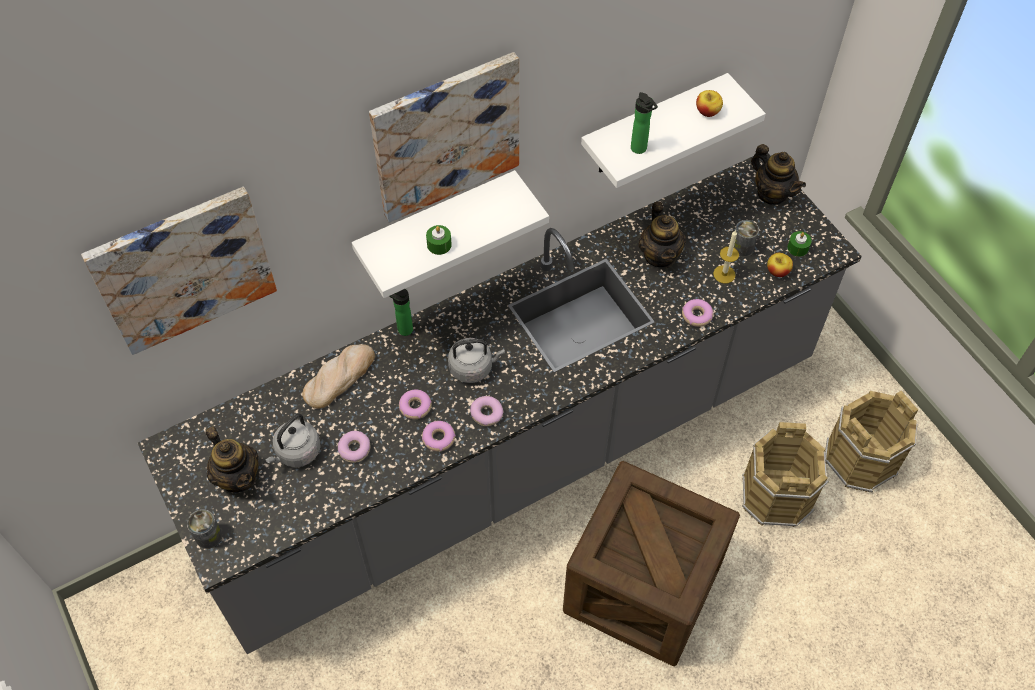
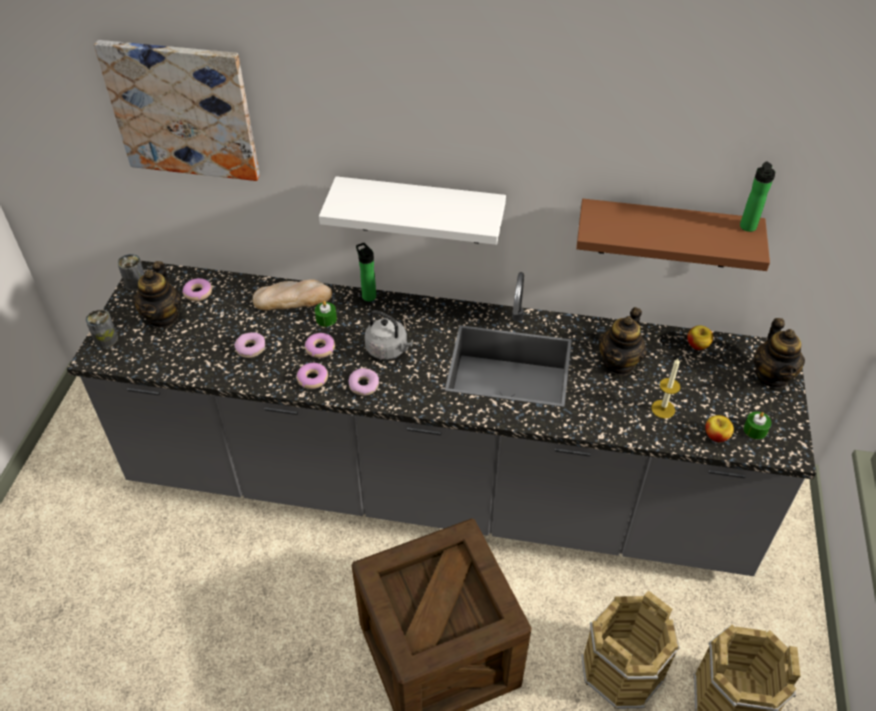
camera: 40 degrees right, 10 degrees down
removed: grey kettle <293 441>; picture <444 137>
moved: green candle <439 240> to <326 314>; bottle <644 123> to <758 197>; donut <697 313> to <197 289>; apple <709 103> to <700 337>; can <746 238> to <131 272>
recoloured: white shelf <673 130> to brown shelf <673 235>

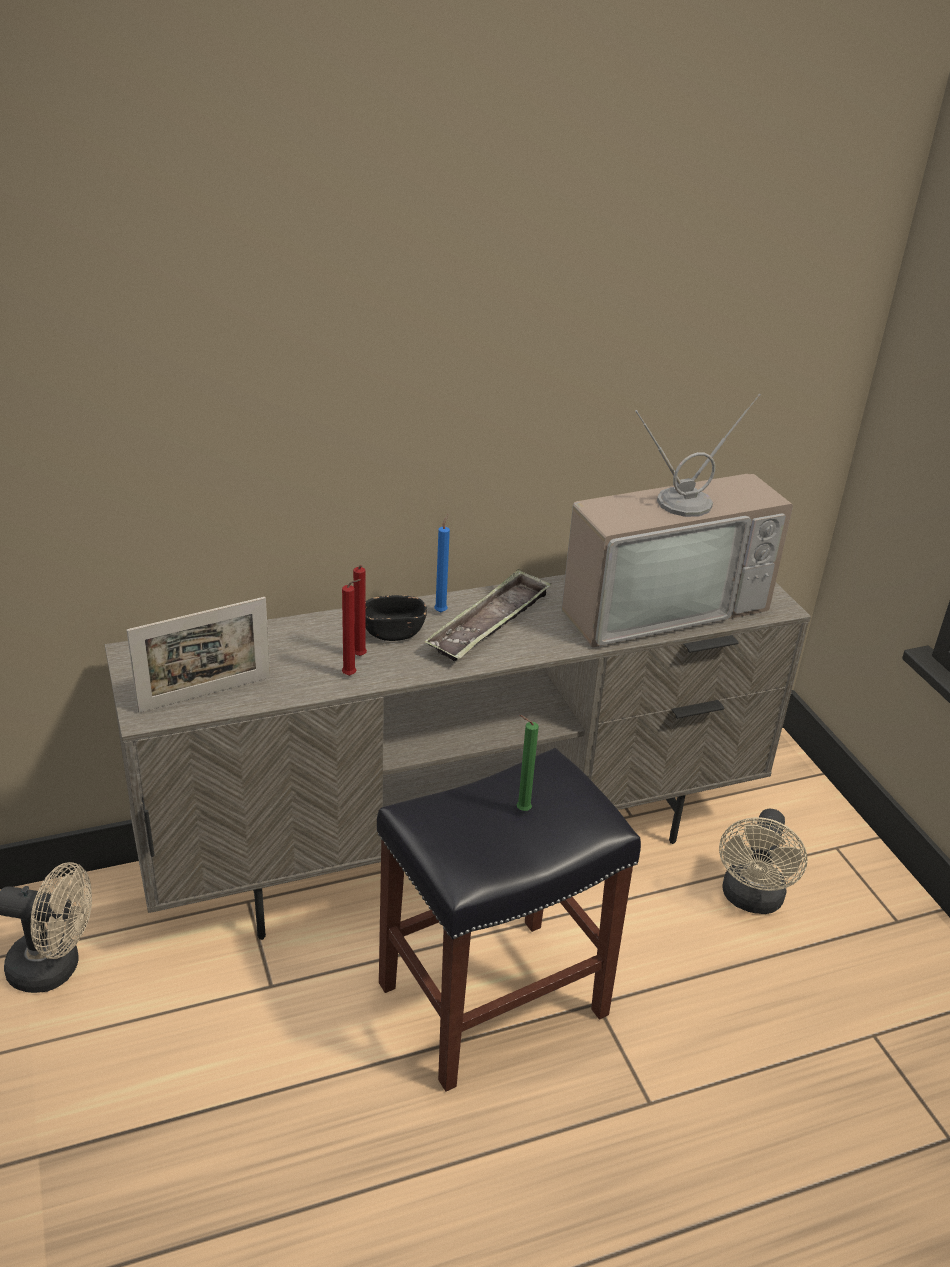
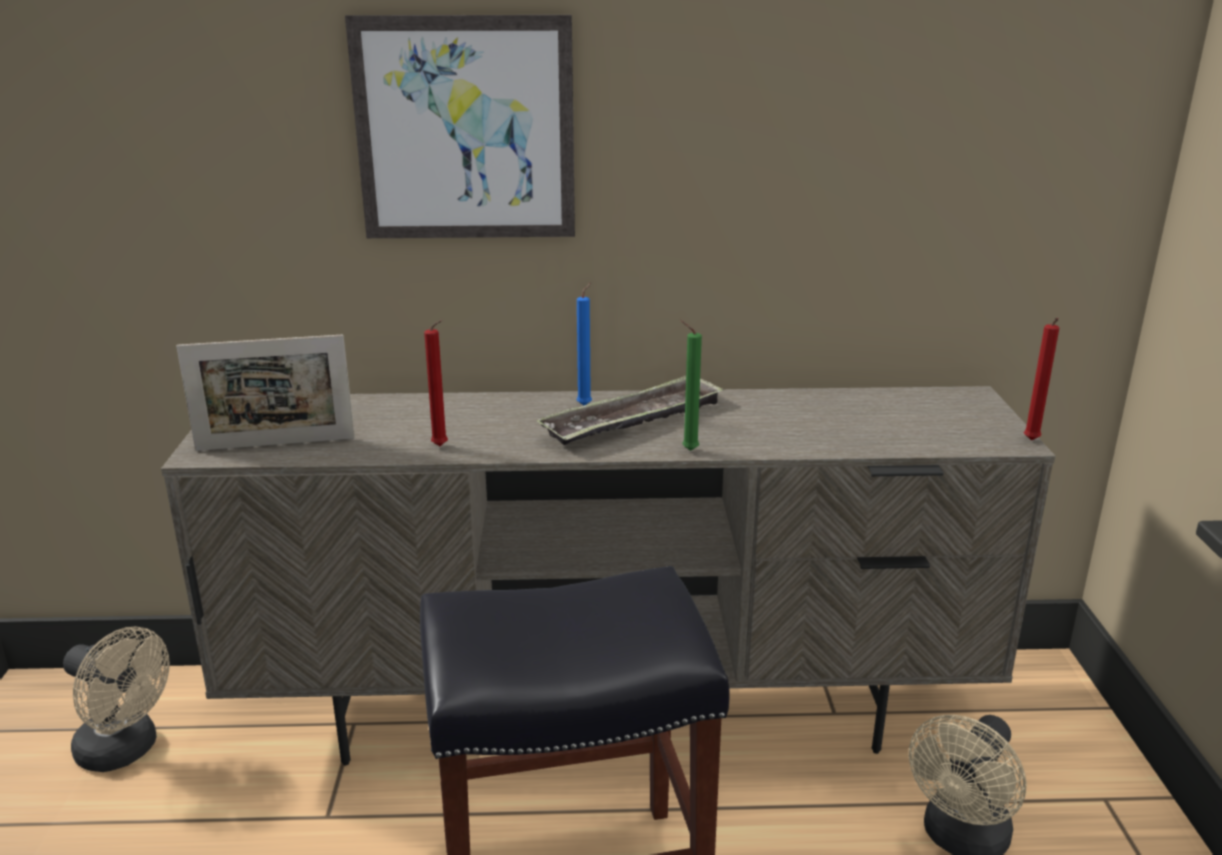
camera: 20 degrees right, 10 degrees down
removed: black bowl <396 618>; television <677 520>
added: picture <460 126>
moved: red candle <360 610> to <1041 378>; green candle <528 763> to <691 385>

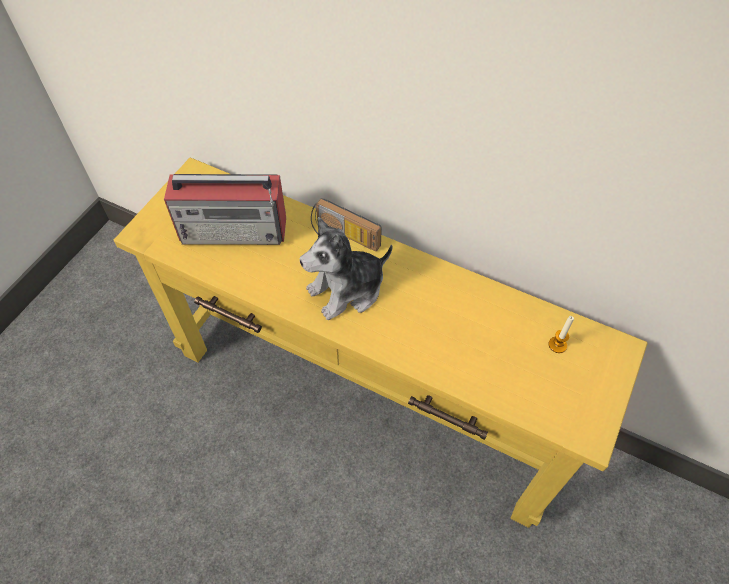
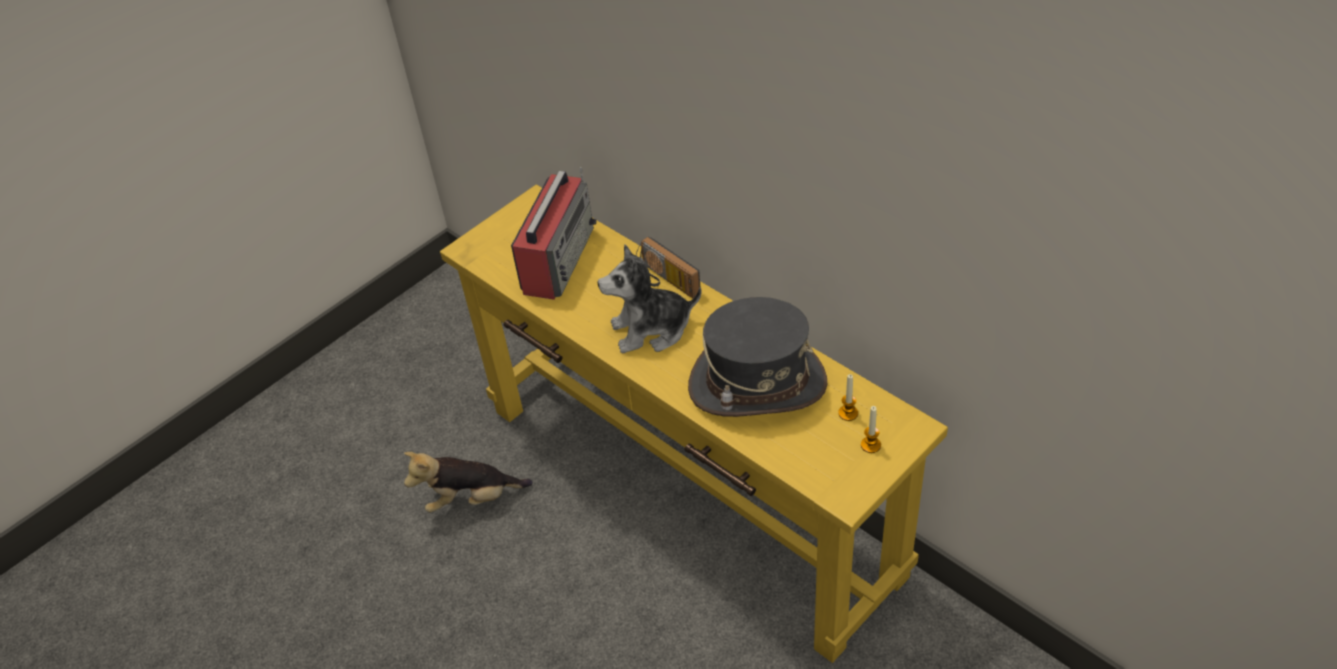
camera: 20 degrees right, 10 degrees down
added: plush toy <468 482>; grey hat <758 357>; candle <871 429>
turned: radio <225 209> = <554 233> 90 degrees counterclockwise

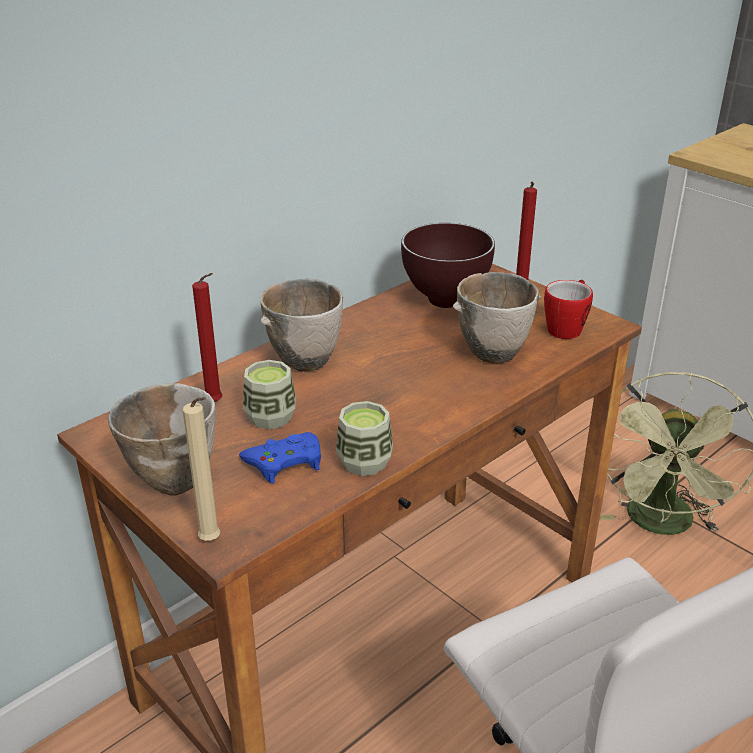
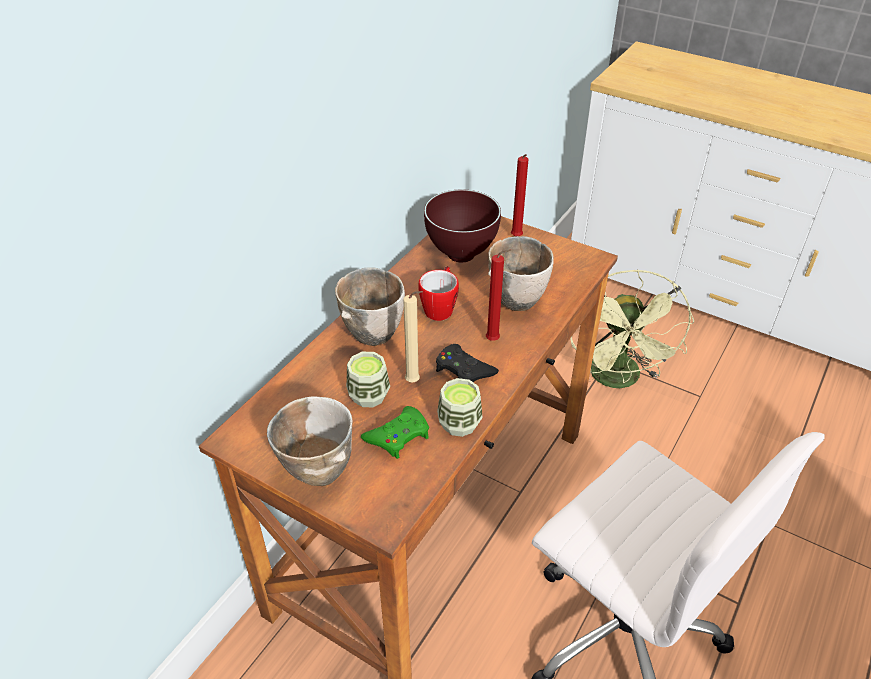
camera: 15 degrees left, 10 degrees up
added: black game controller <467 363>
moved: beige candle <201 469> to <413 337>; red candle <207 337> to <499 295>; mug <568 309> to <439 293>
recoloured: blue game controller <280 458> to green game controller <395 432>

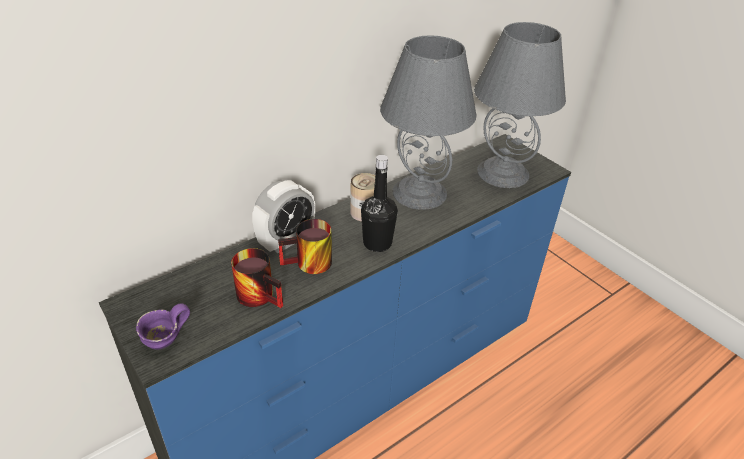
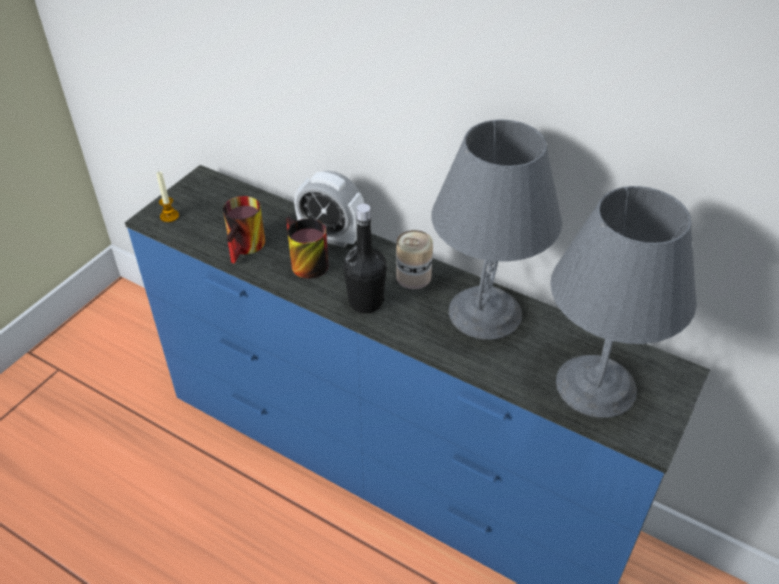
camera: 70 degrees right, 5 degrees up
replaced: purple mug <163 326> to candle <167 197>

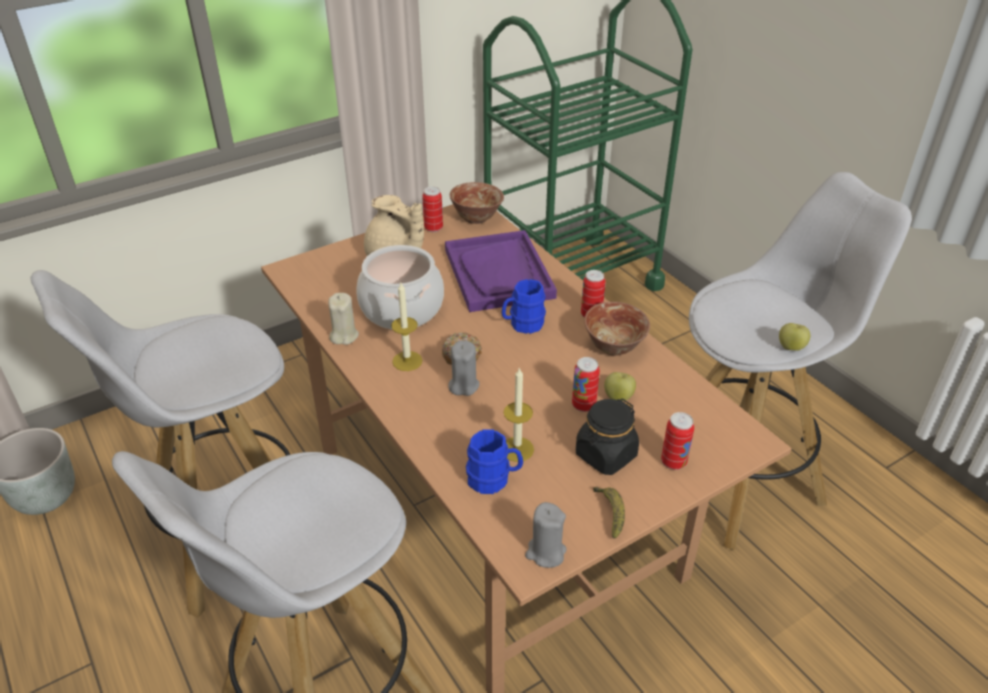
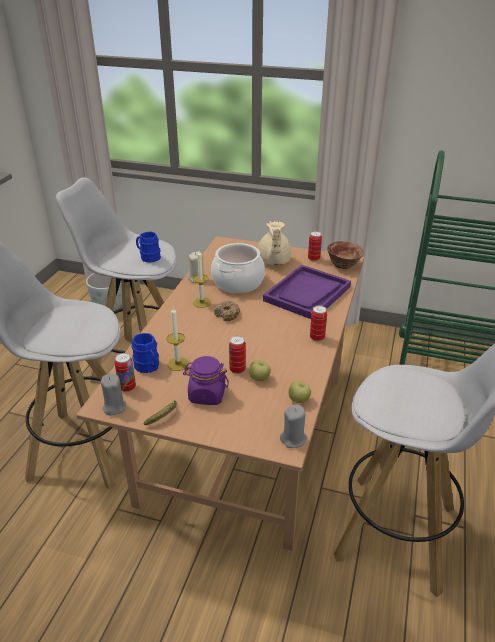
camera: 50 degrees right, 5 degrees down
removed: bowl <617 329>
moved: grey candle <464 368> to <293 426>; blue mug <524 306> to <148 247>; can <677 441> to <125 372>; apple <794 337> to <300 392>
recoloured: black jar <607 437> to purple jar <206 380>

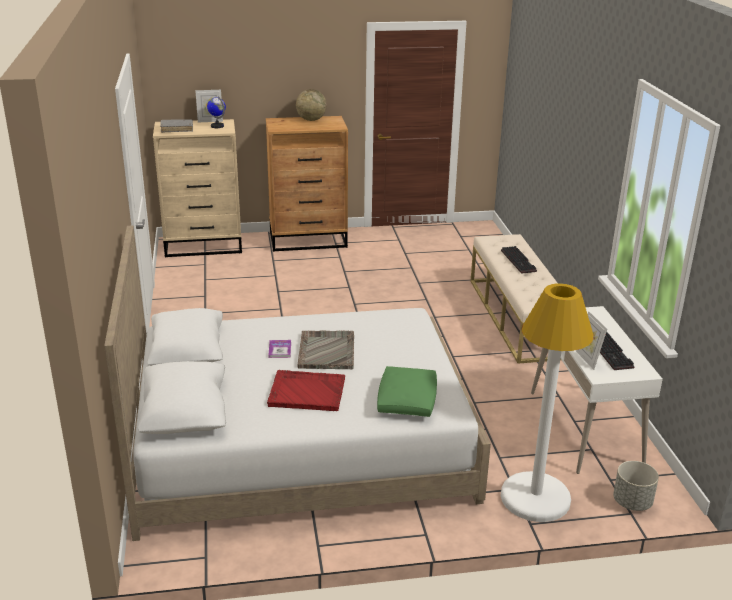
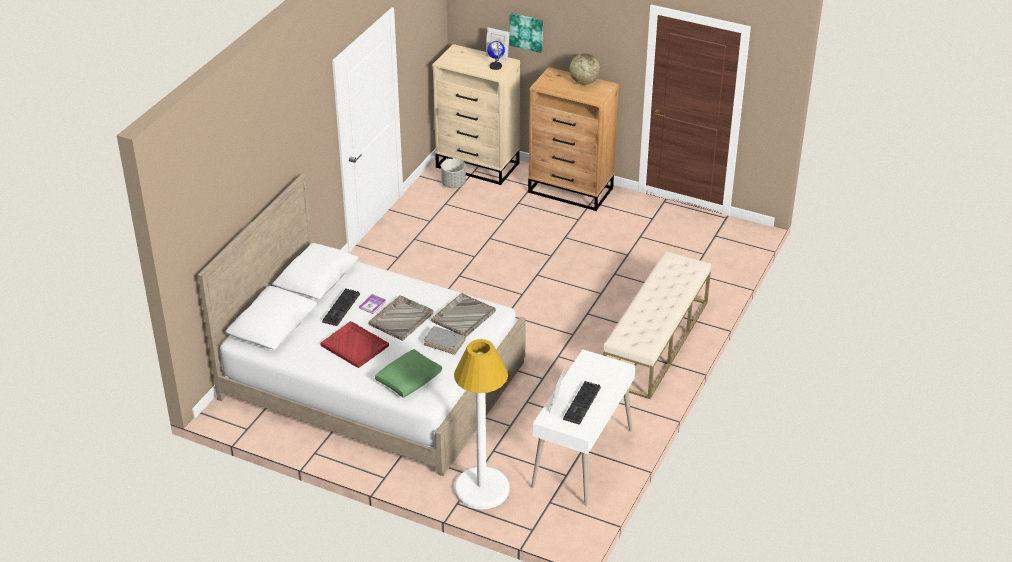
camera: 35 degrees right, 10 degrees up
added: grey tray <463 315>; picture <526 33>
moved: grey book <176 126> to <444 340>; keyboard <519 260> to <341 307>; grey planter <636 486> to <453 173>

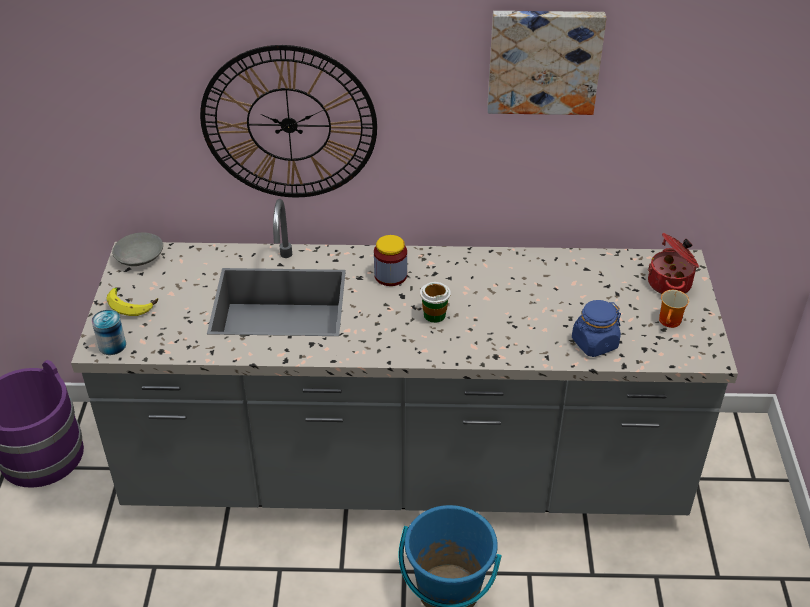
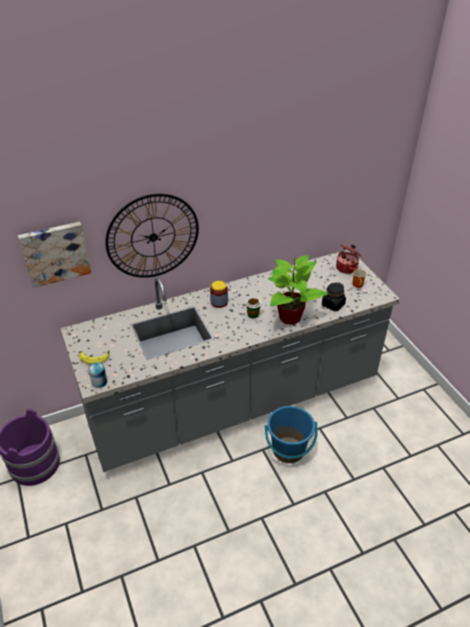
camera: 25 degrees left, 0 degrees up
removed: grey bowl <137 249>
added: potted plant <298 290>
moved: picture <546 63> to <54 255>
recoloured: blue jar <596 328> to black jar <334 296>

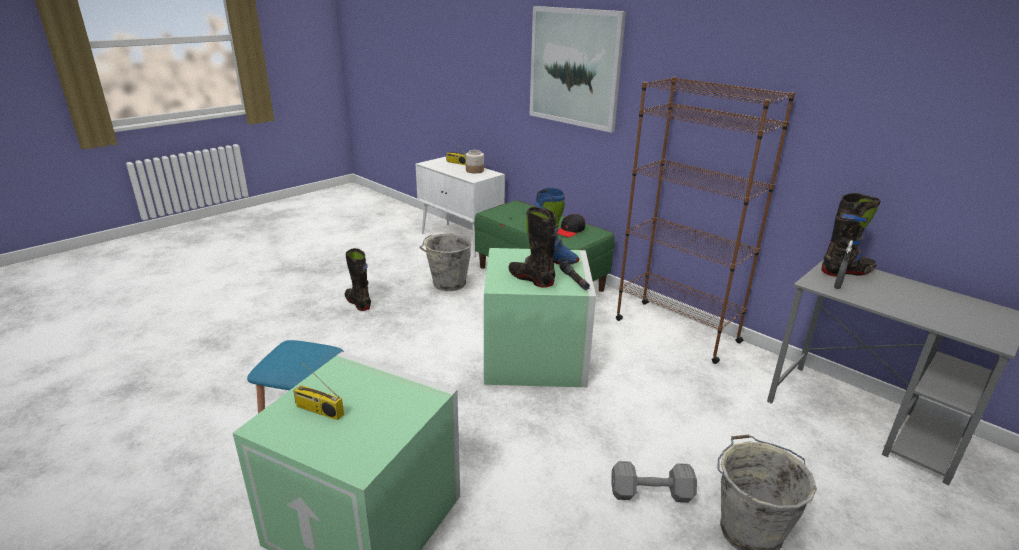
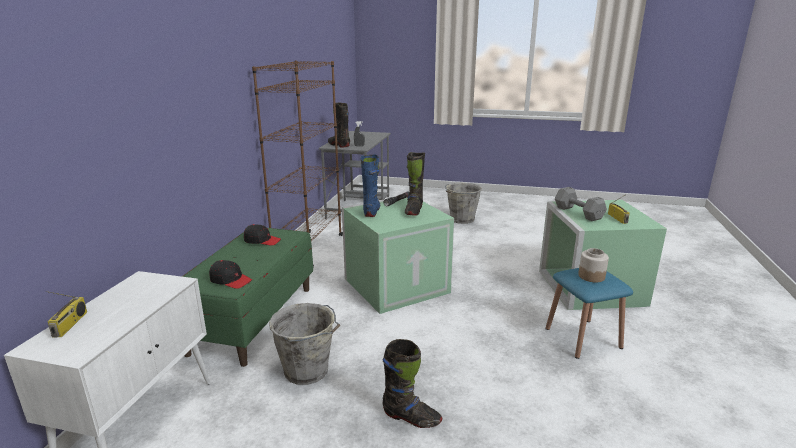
camera: 120 degrees left, 5 degrees down
removed: picture <578 69>
added: black cap <230 274>
moved: jar <475 161> to <593 265>; grey dumbbell <654 482> to <581 204>
turned: black boot <358 279> = <412 383> 90 degrees counterclockwise

